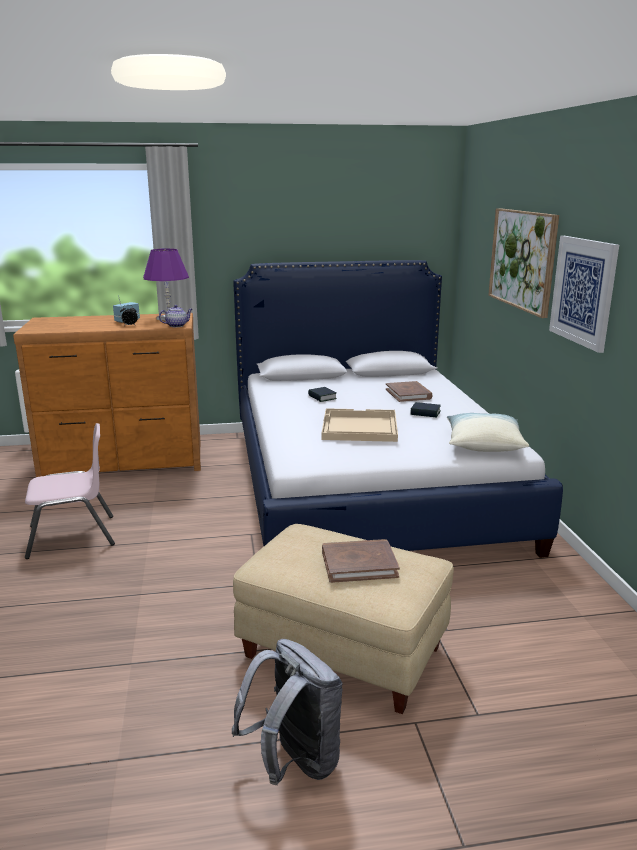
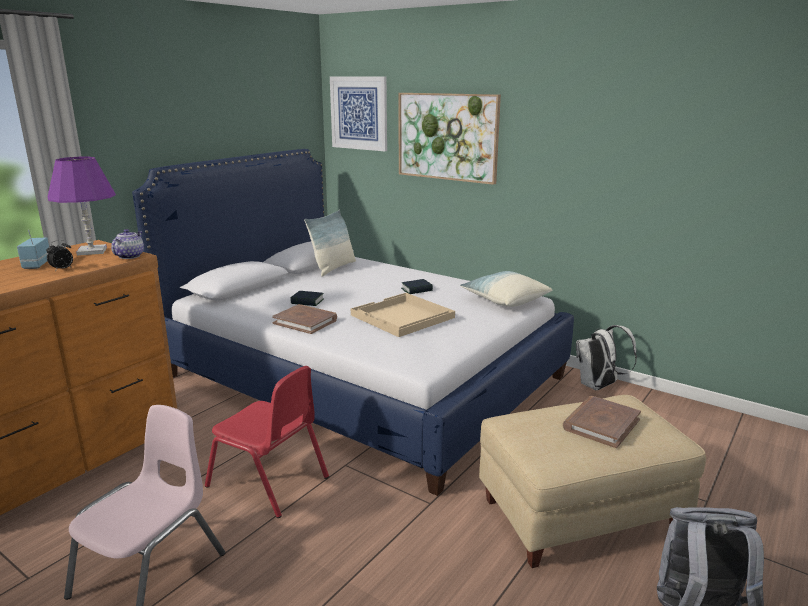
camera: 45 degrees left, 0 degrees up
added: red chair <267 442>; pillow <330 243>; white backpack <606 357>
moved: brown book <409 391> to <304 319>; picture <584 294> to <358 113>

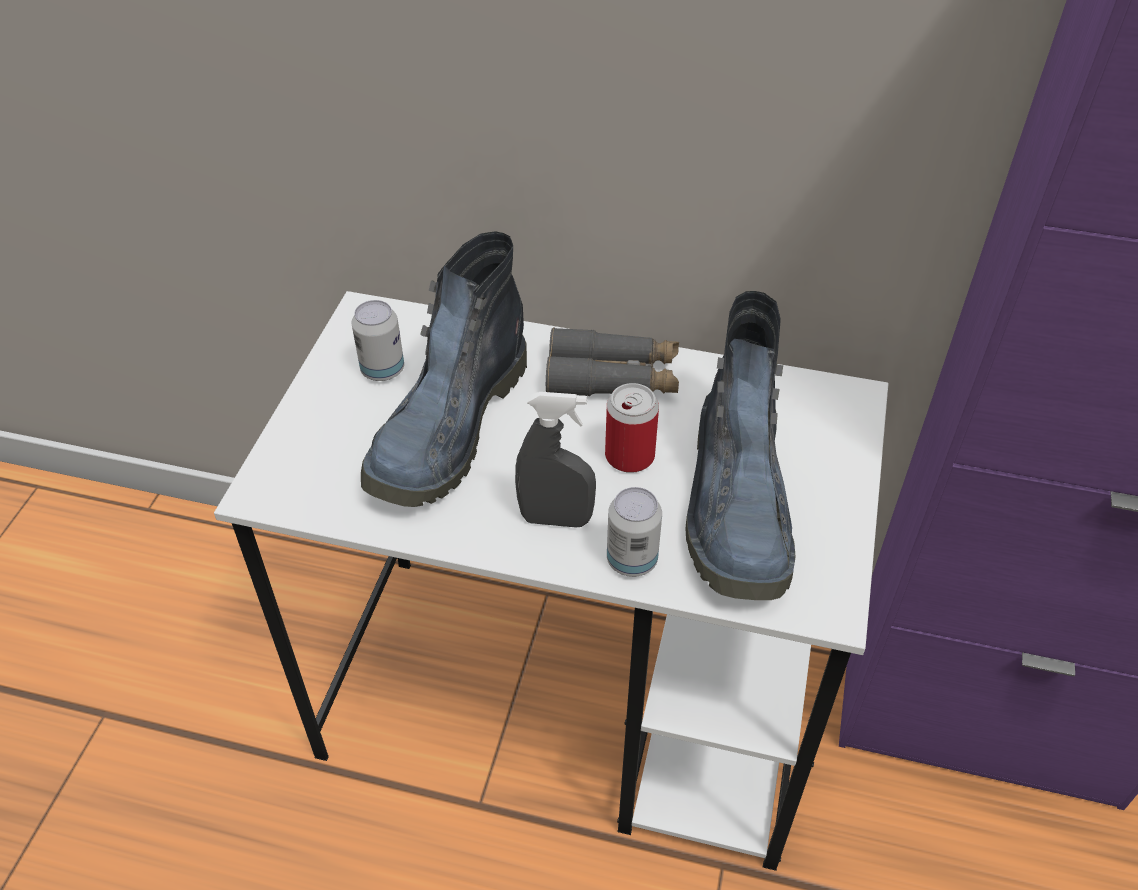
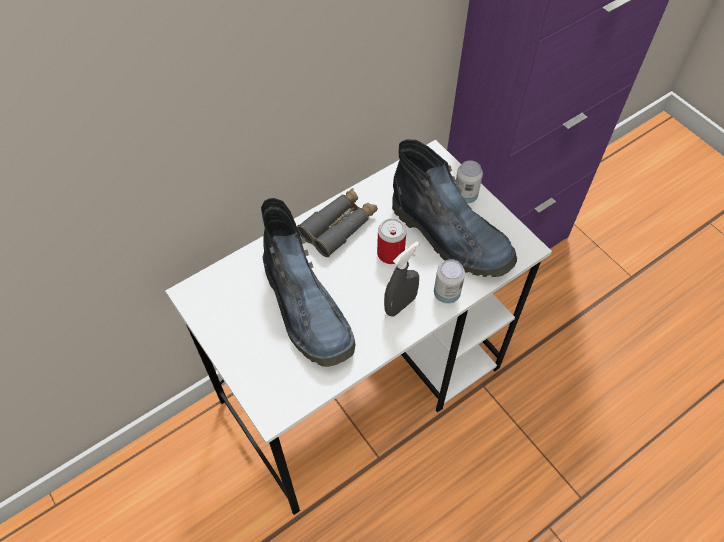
camera: 50 degrees left, 10 degrees up
moved: can <378 340> to <469 182>

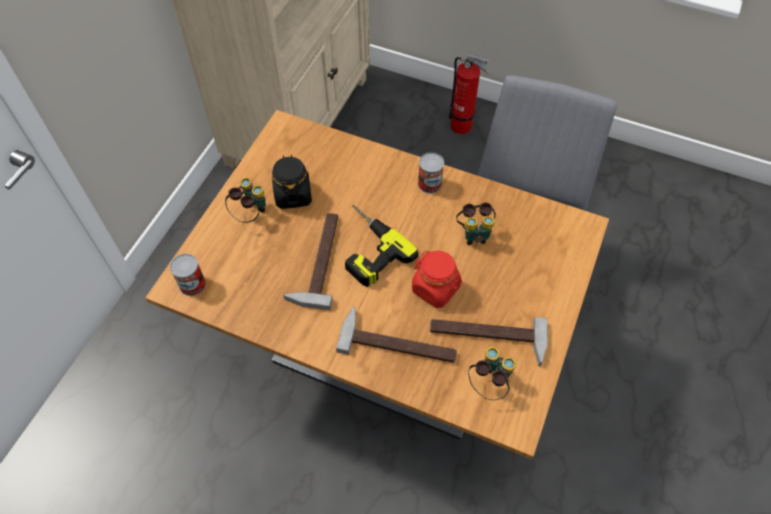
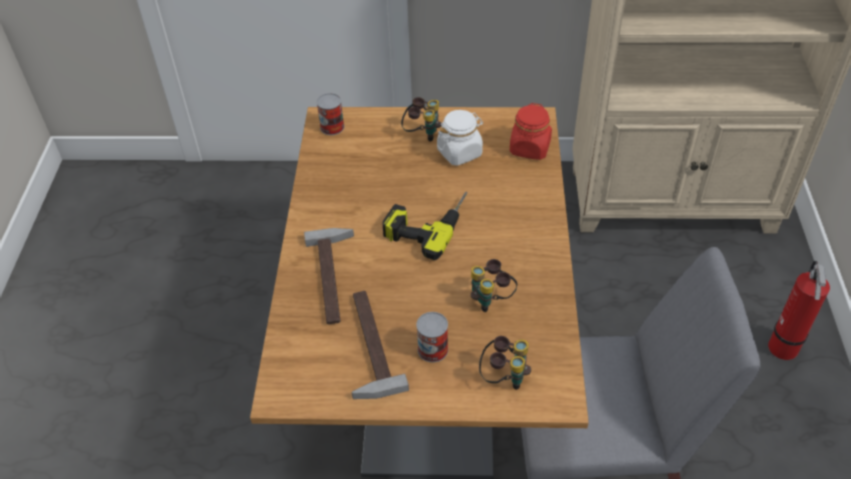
camera: 70 degrees right, 10 degrees down
removed: hammer <310 261>
moved: red jar <437 279> to <531 131>; can <431 173> to <432 337>; binoculars <492 373> to <505 363>
recoloured: black jar <292 182> to white jar <460 138>

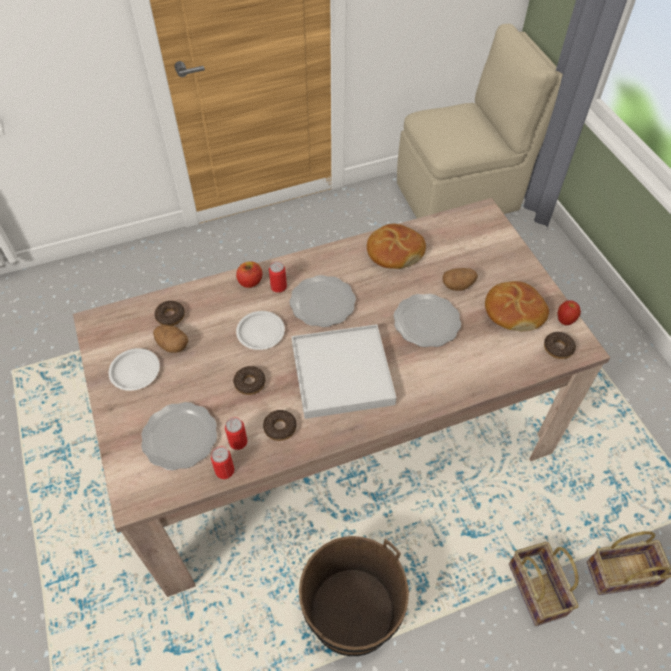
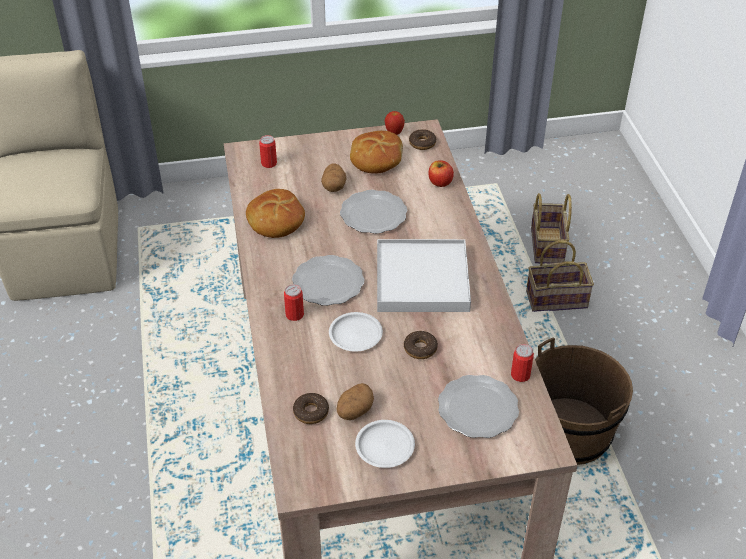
camera: 80 degrees left, 10 degrees down
removed: donut <280 425>
moved: can <236 433> to <268 151>; apple <249 274> to <441 173>

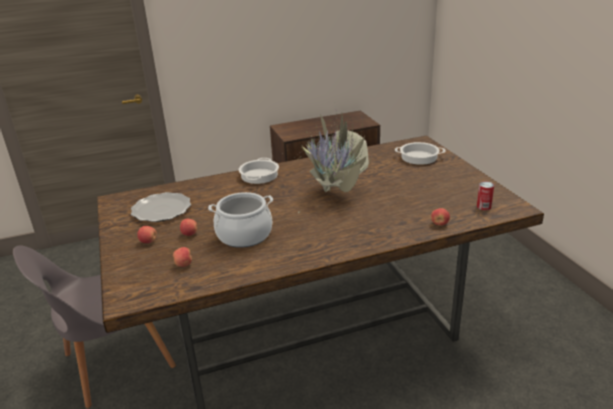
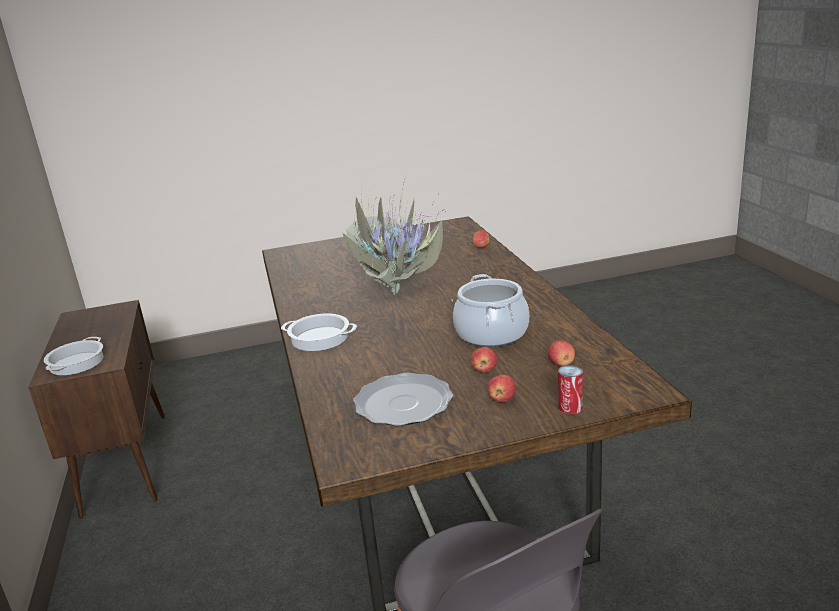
camera: 85 degrees left, 5 degrees down
moved: cooking pot <420 153> to <73 356>; can <485 195> to <570 389>

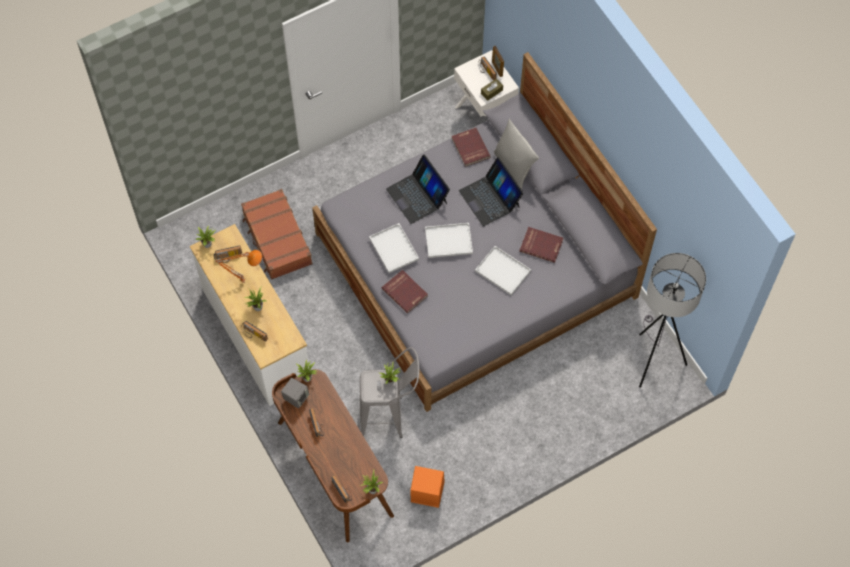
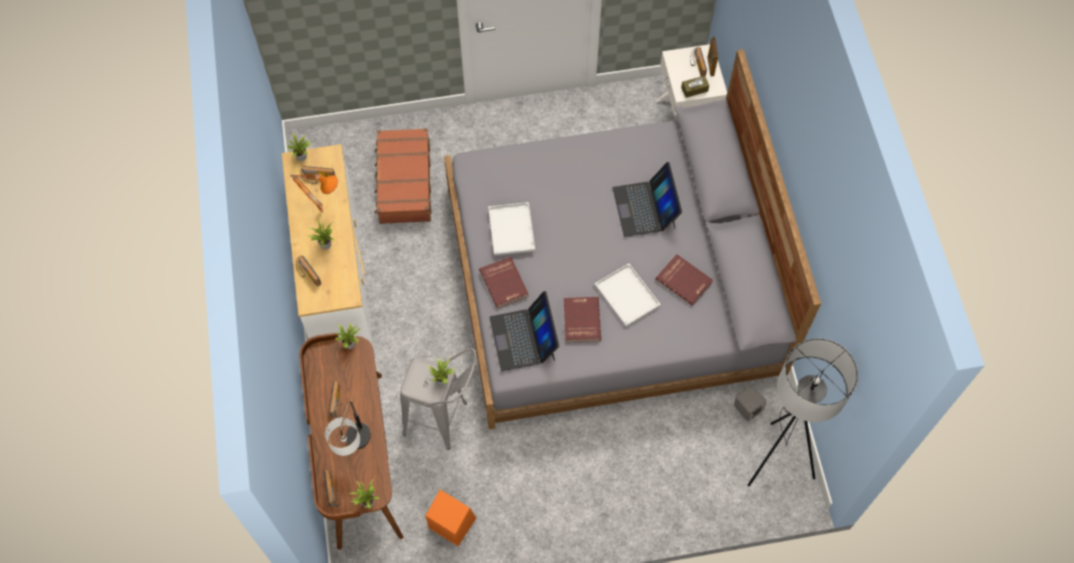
camera: 20 degrees right, 0 degrees up
removed: white tray <449 240>; grey pillow <516 154>
added: table lamp <348 428>
moved: grey speaker <295 393> to <750 403>; laptop <418 189> to <524 331>; red book <471 147> to <582 319>

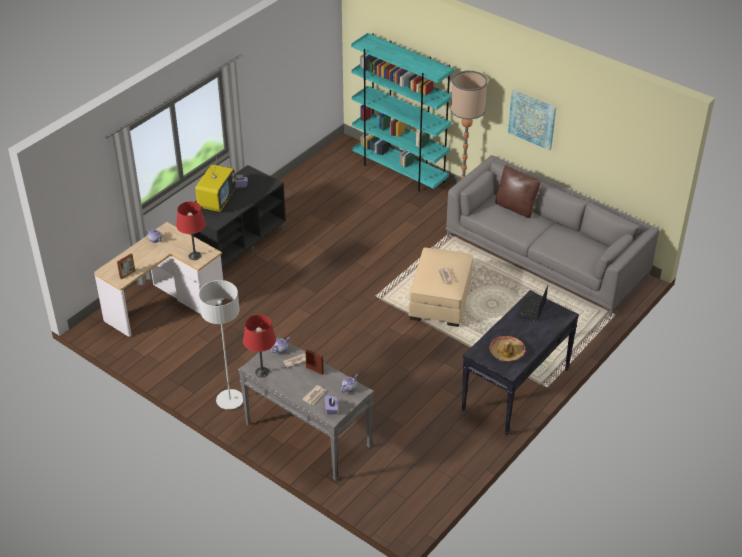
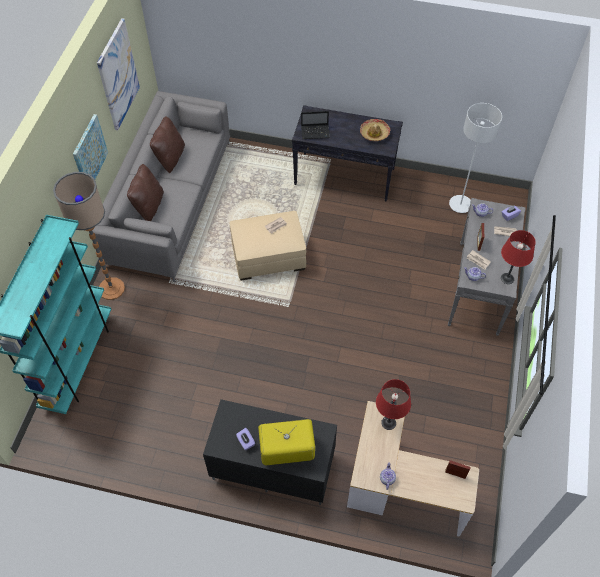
camera: 115 degrees left, 15 degrees up
added: picture <118 74>; brown pillow <167 144>
moved: grey floor lamp <221 345> to <475 158>

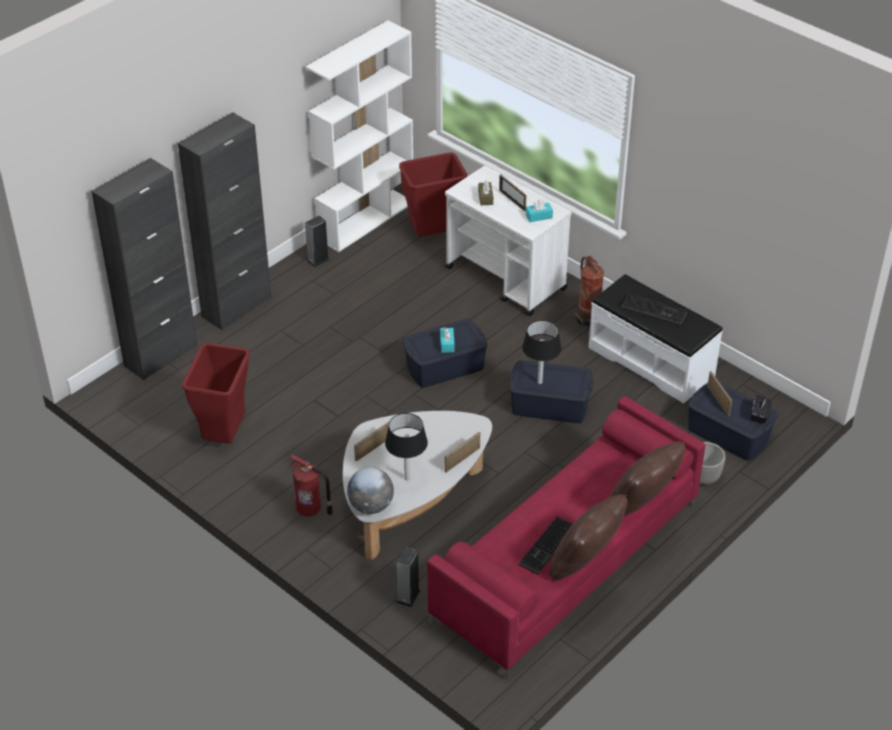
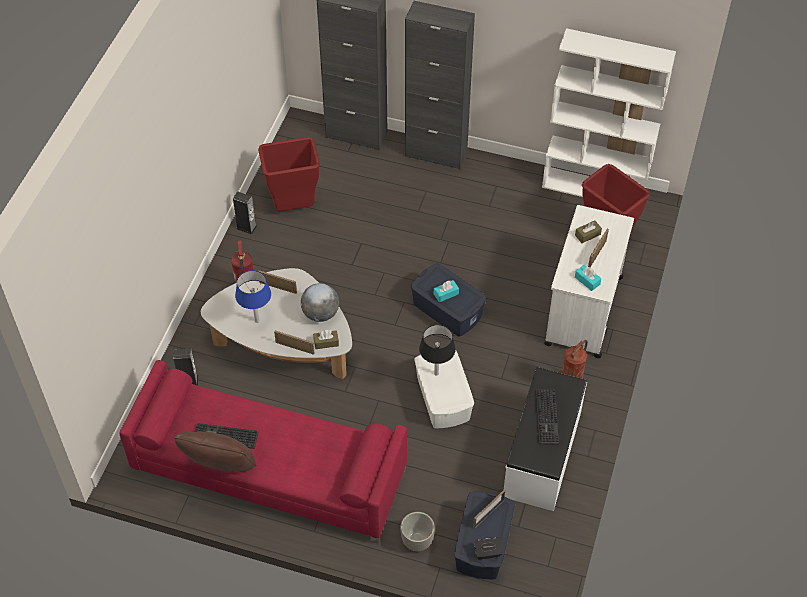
camera: 65 degrees right, 10 degrees up
removed: brown pillow <647 479>
added: brown tissue box <326 339>
moved: speaker <317 242> to <245 213>; globe <370 490> to <320 302>
recoloured: black table lamp <406 447> to blue table lamp <253 296>; blue storage box <551 391> to white storage box <444 389>

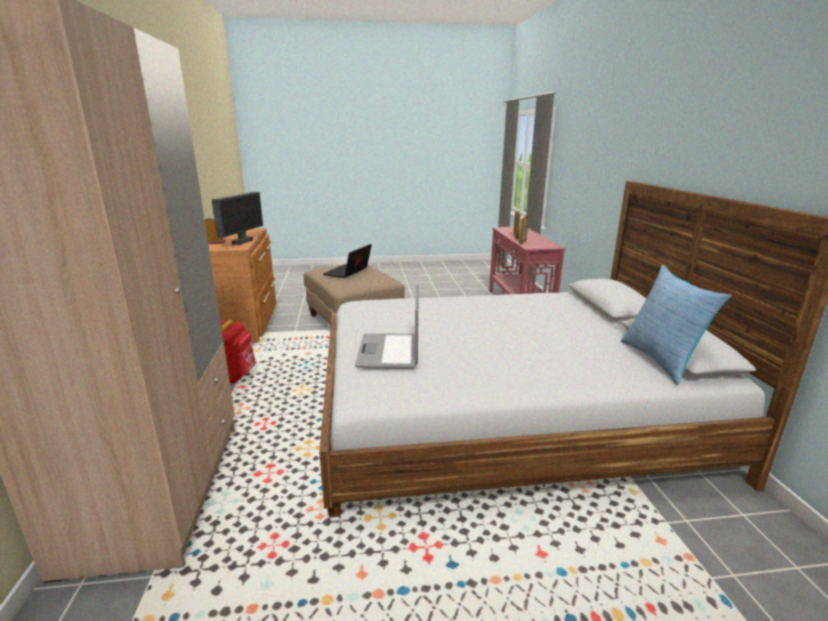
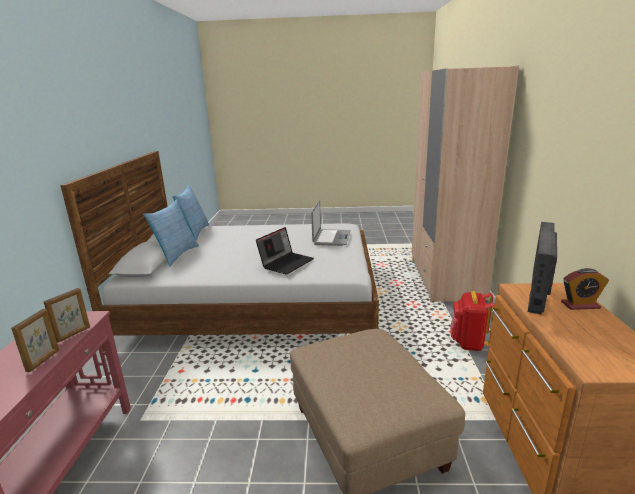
camera: 170 degrees left, 0 degrees up
added: pillow <171 233>
moved: laptop <347 261> to <285 251>

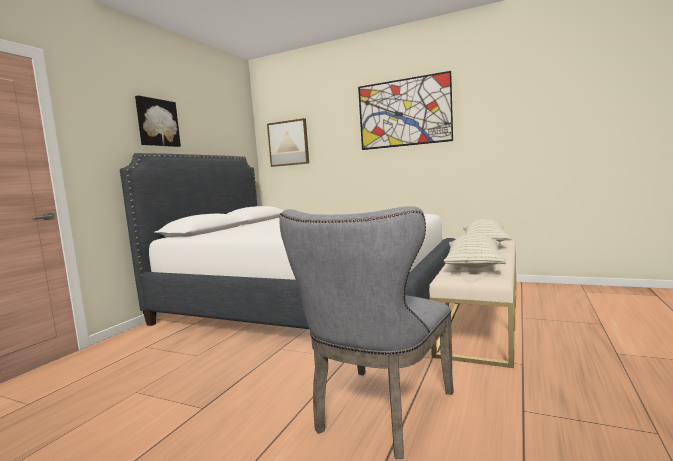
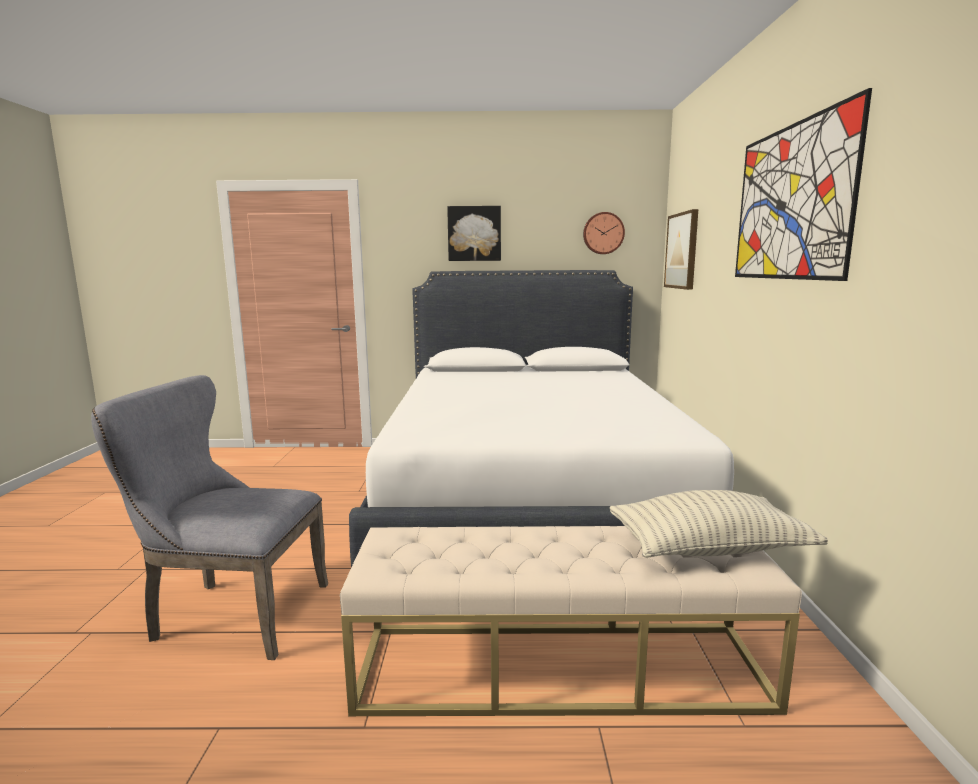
camera: 65 degrees right, 5 degrees up
removed: pillow <475 251>
added: wall clock <604 233>

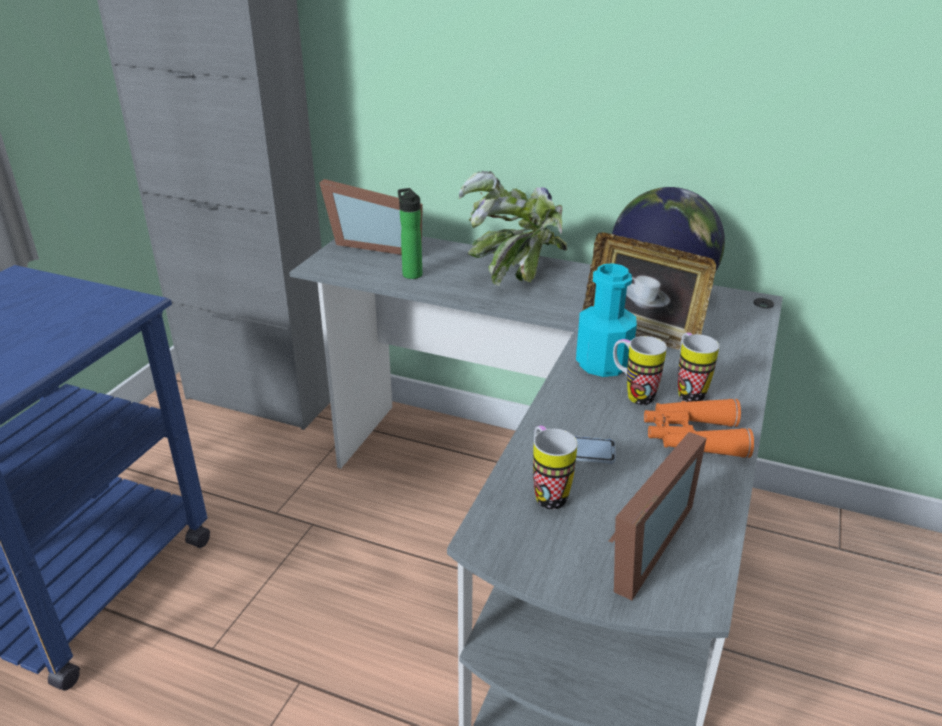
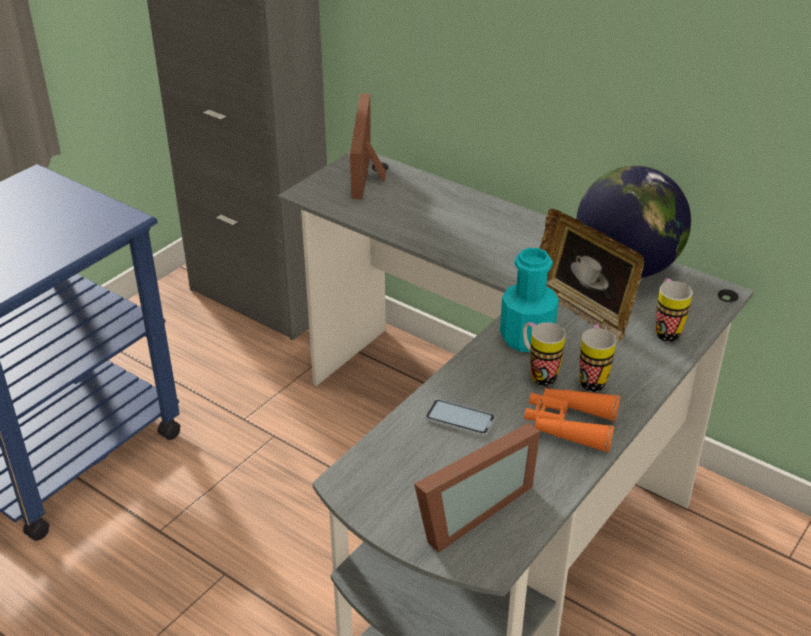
camera: 15 degrees right, 5 degrees up
removed: bottle <410 233>; potted plant <513 228>
moved: mug <555 468> to <674 310>
turned: picture frame <371 217> = <368 146> 60 degrees clockwise

